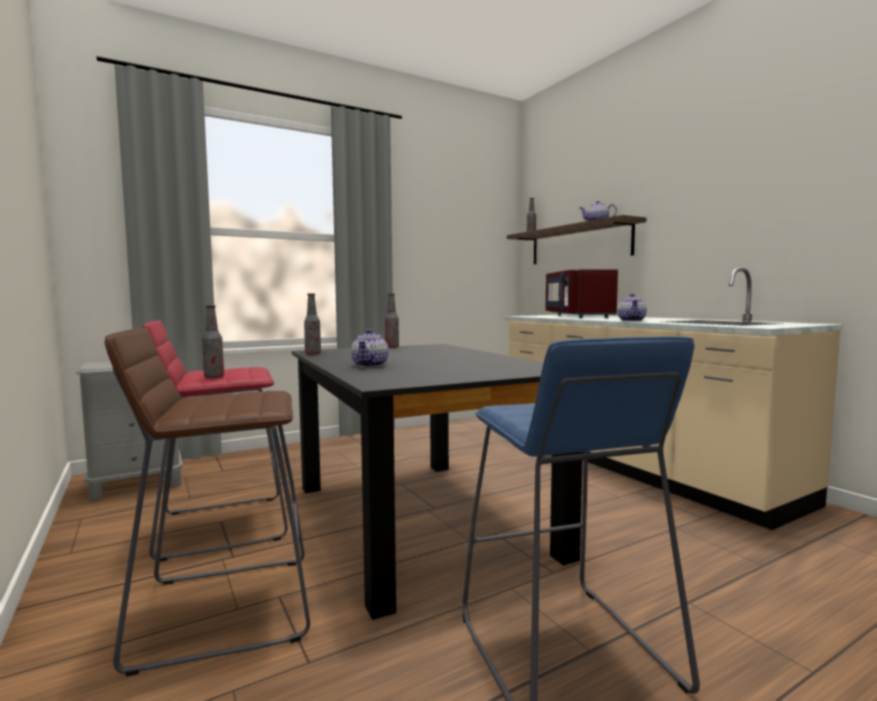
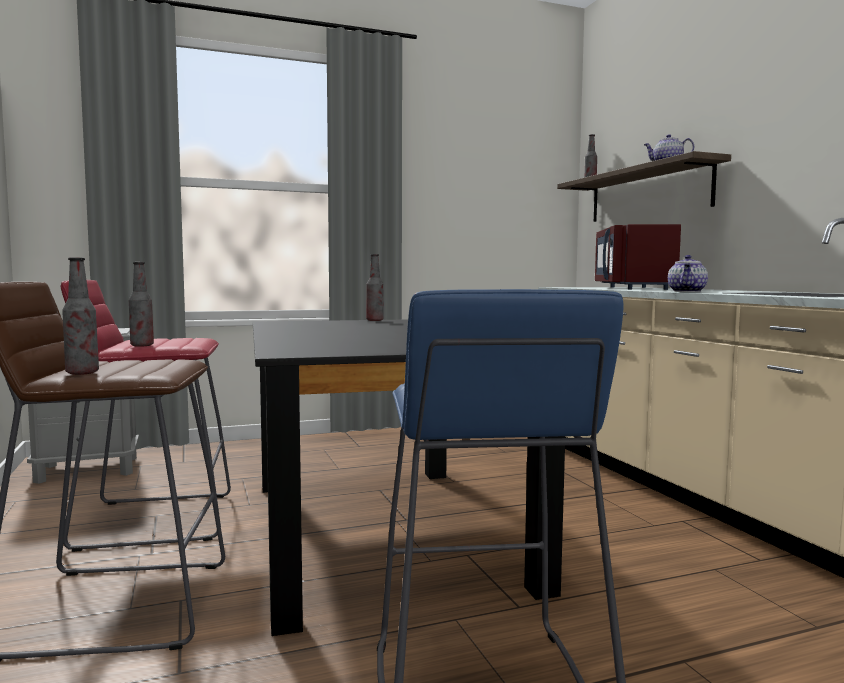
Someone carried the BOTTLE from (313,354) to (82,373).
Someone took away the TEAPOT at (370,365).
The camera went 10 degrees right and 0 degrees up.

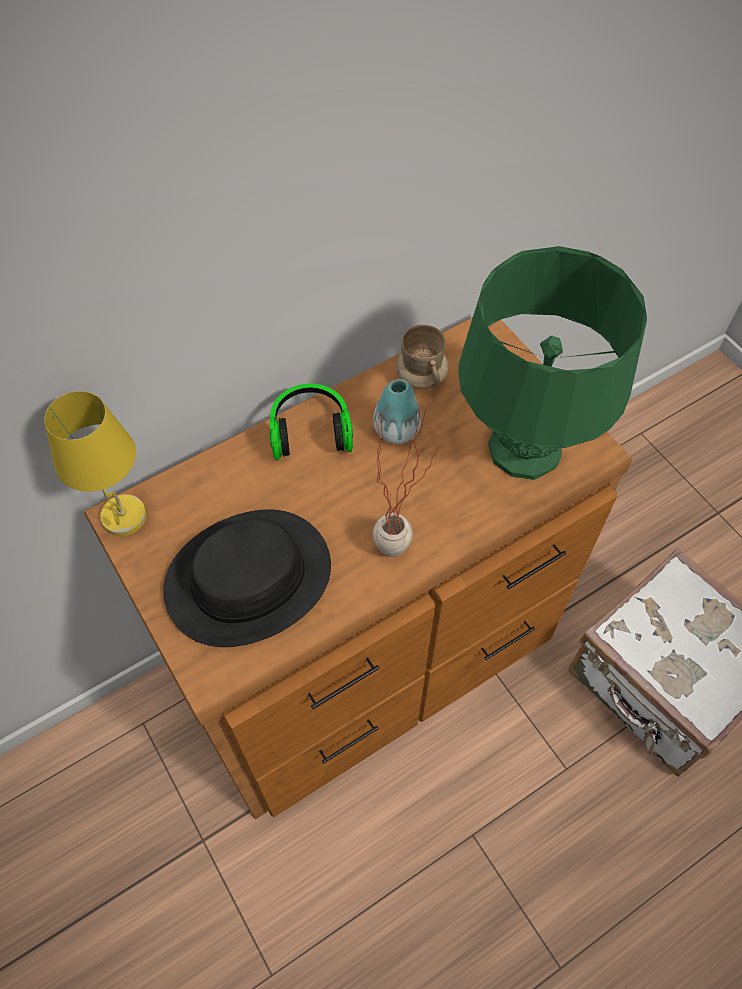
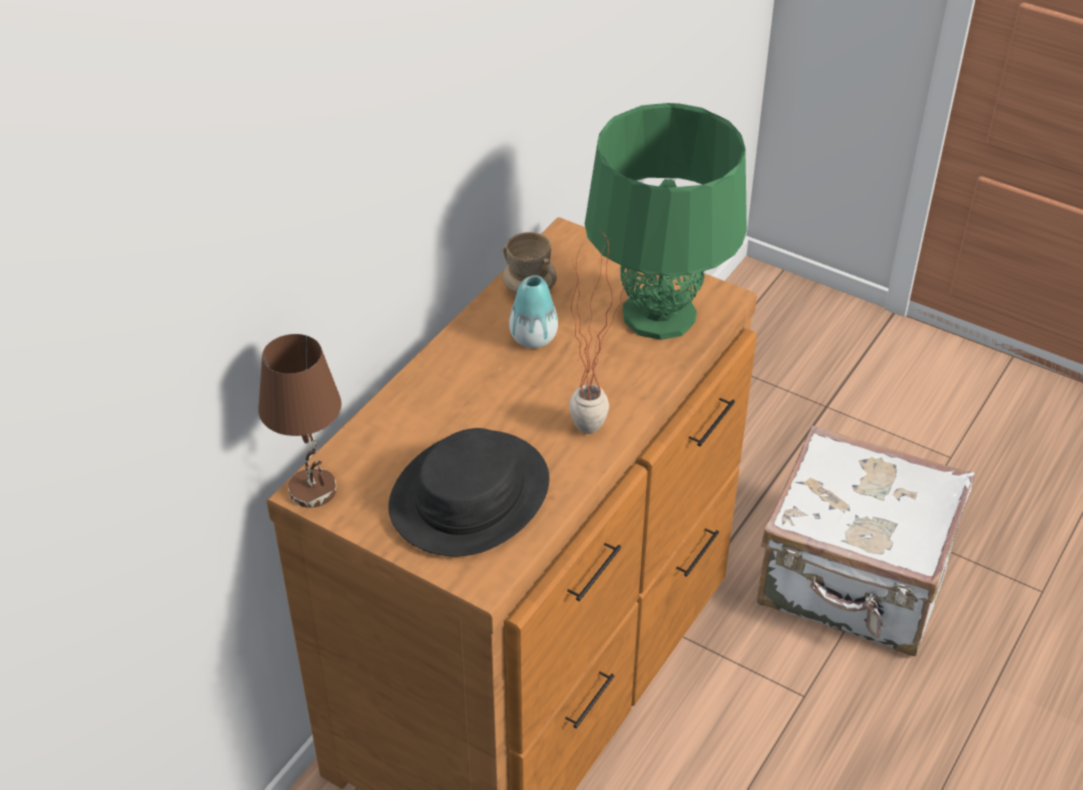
Someone repainted the YELLOW TABLE LAMP at (125,517), which became the BROWN TABLE LAMP at (314,490).
Someone took away the HEADPHONES at (310,430).
The camera went 25 degrees left and 15 degrees down.

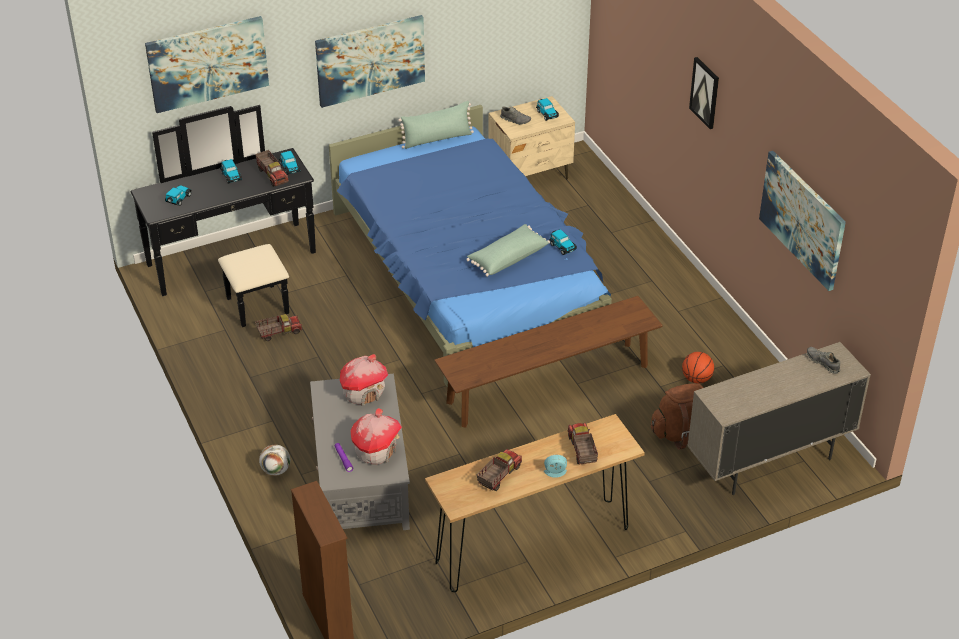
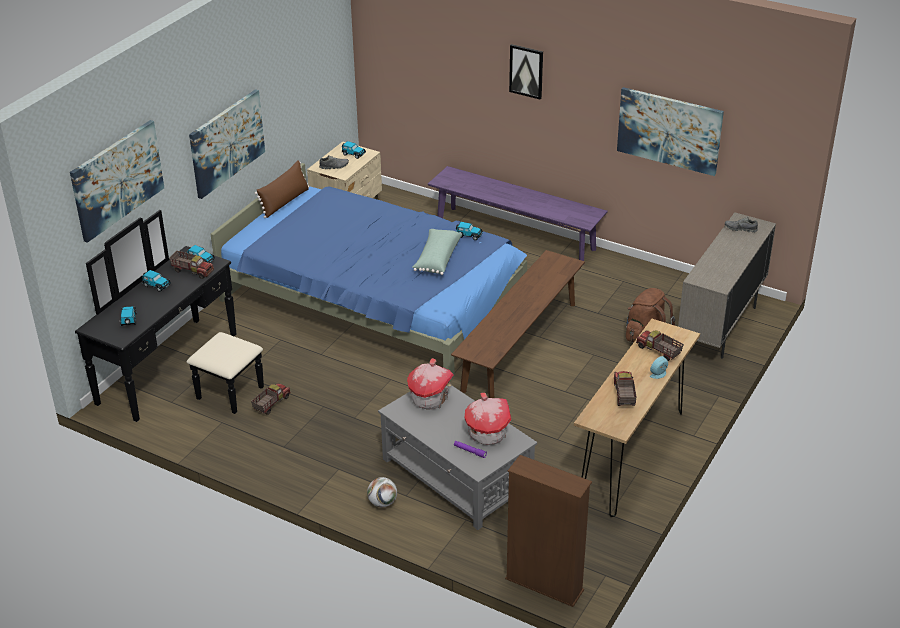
Someone repainted the GREEN PILLOW at (437,139), which became the BROWN PILLOW at (285,202).
Someone took away the BASKETBALL at (697,379).
Someone put down the PURPLE BENCH at (515,235).
The camera went 35 degrees left and 5 degrees down.

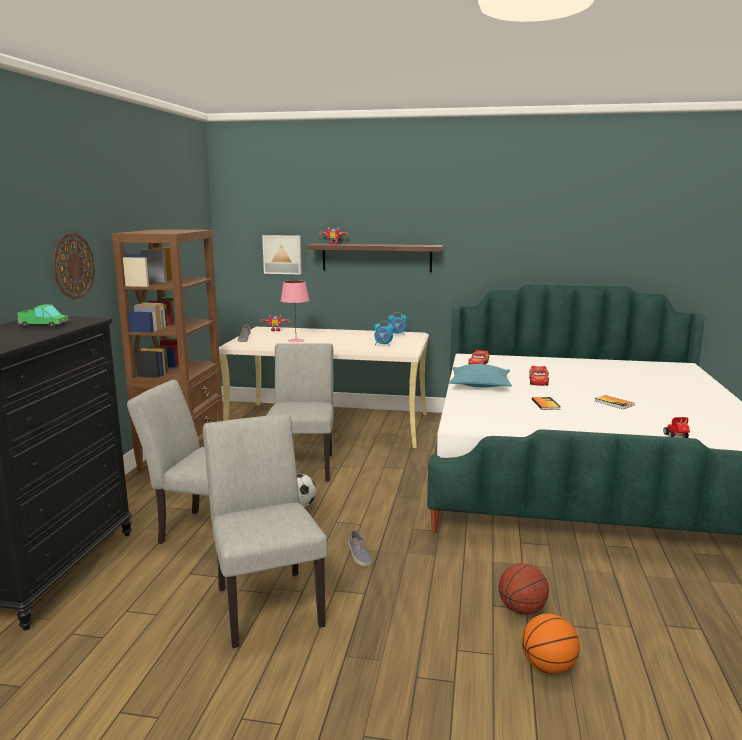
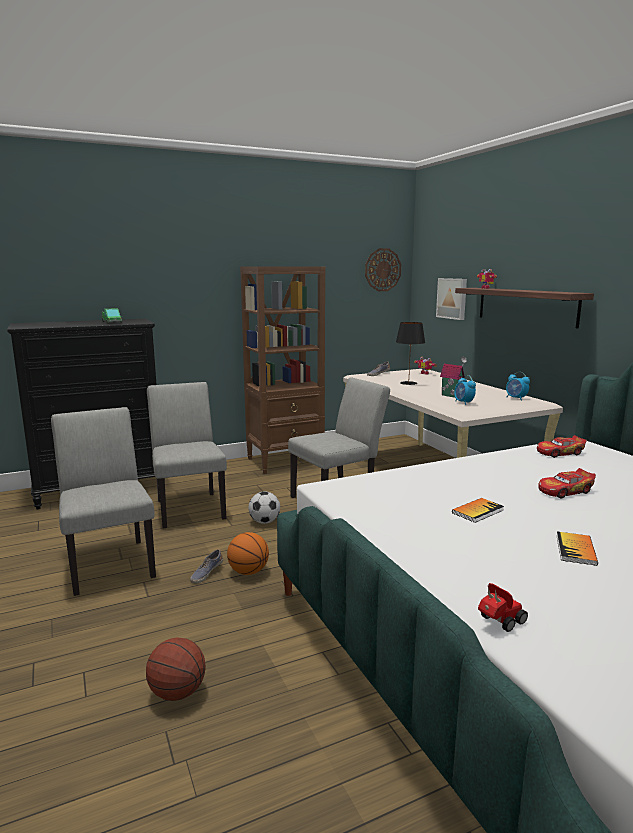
Someone carried the WALL CLOCK from (73,266) to (382,270).
Someone rotated the GREY CHAIR at (266,601) by 60 degrees counterclockwise.
Someone repainted the PINK TABLE LAMP at (296,340), which became the BLACK TABLE LAMP at (408,383).
Someone took away the TURQUOISE PILLOW at (480,385).
Someone carried the BASKETBALL from (548,667) to (248,571).
Someone put down the TOY HOUSE at (452,395).
The camera went 55 degrees right and 0 degrees up.

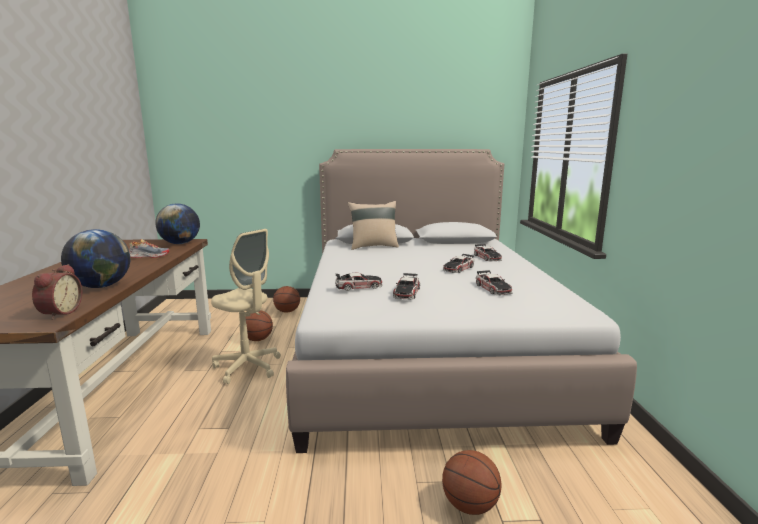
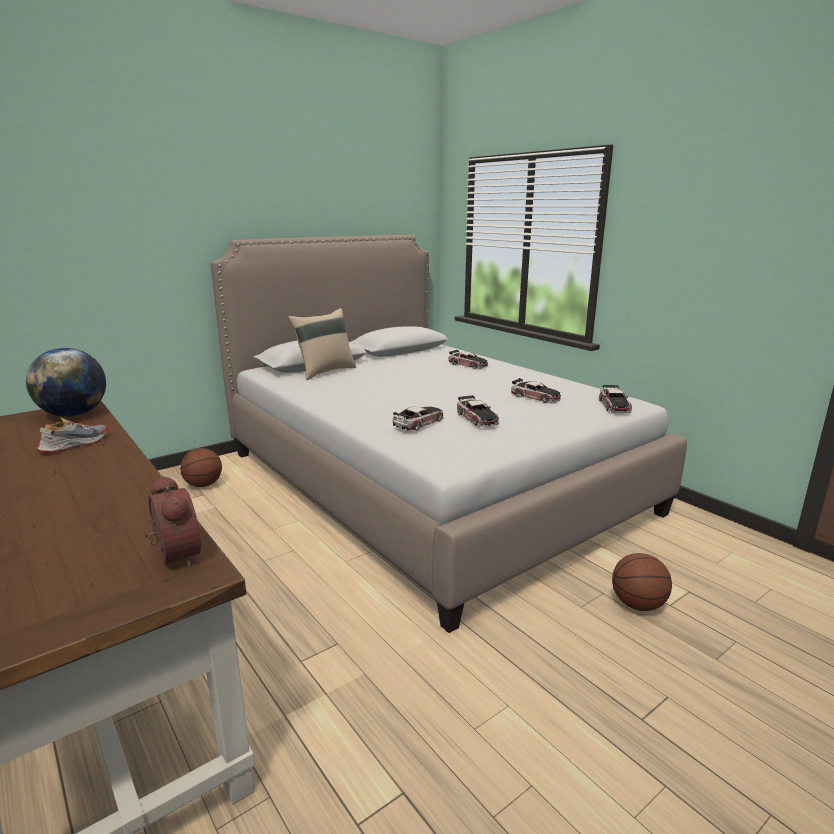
Someone took away the GLOBE at (101,286).
Someone took away the BEIGE OFFICE CHAIR at (247,367).
Someone took away the BASKETBALL at (257,339).
Someone carried the TOY CAR from (458,268) to (614,405).
The camera went 35 degrees left and 5 degrees up.

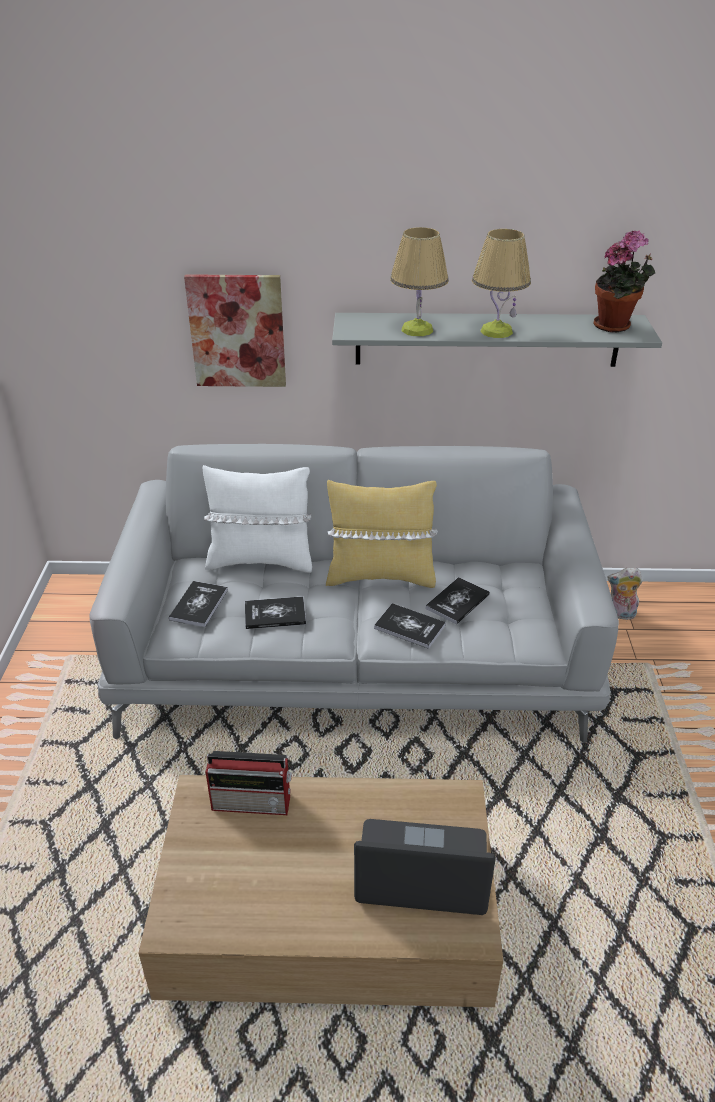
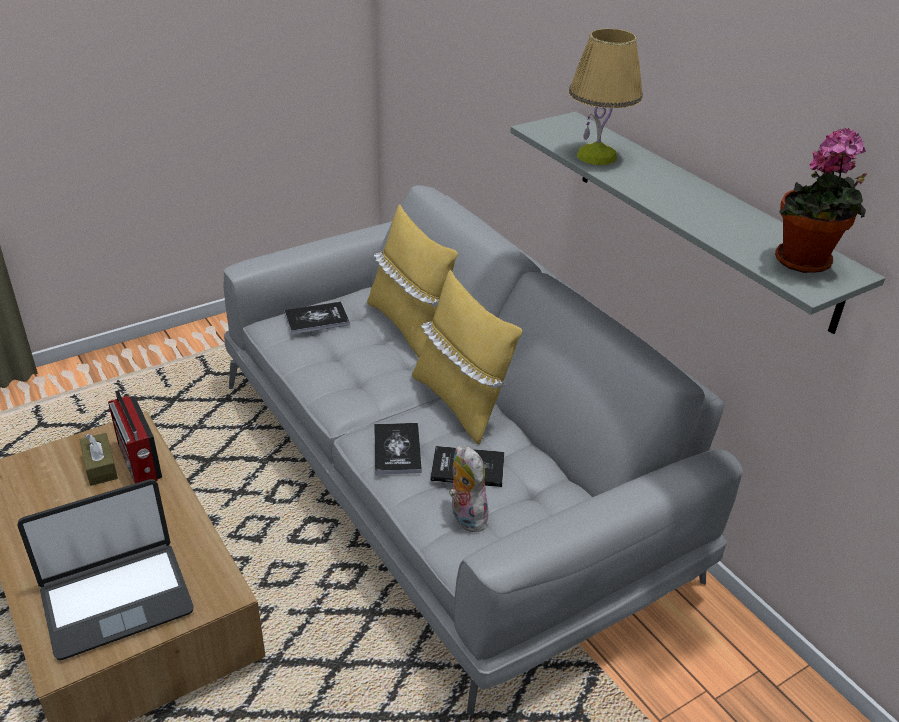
Someone took away the PICTURE at (237,331).
Someone repainted the WHITE PILLOW at (260,561), which became the YELLOW PILLOW at (409,325).
Someone took away the BOOK at (275,614).
Someone rotated the LAPTOP at (422,871) by 90 degrees clockwise.
Someone took away the TABLE LAMP at (496,331).
Someone carried the PLUSH TOY from (619,615) to (465,516).
Someone put down the BROWN TISSUE BOX at (100,466).
The camera went 55 degrees right and 0 degrees up.

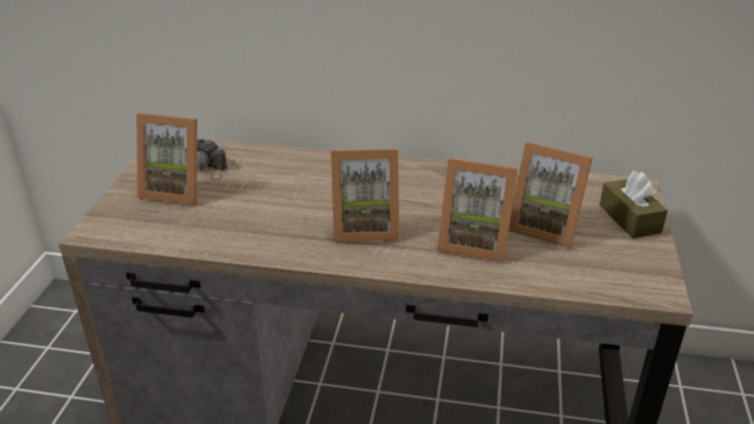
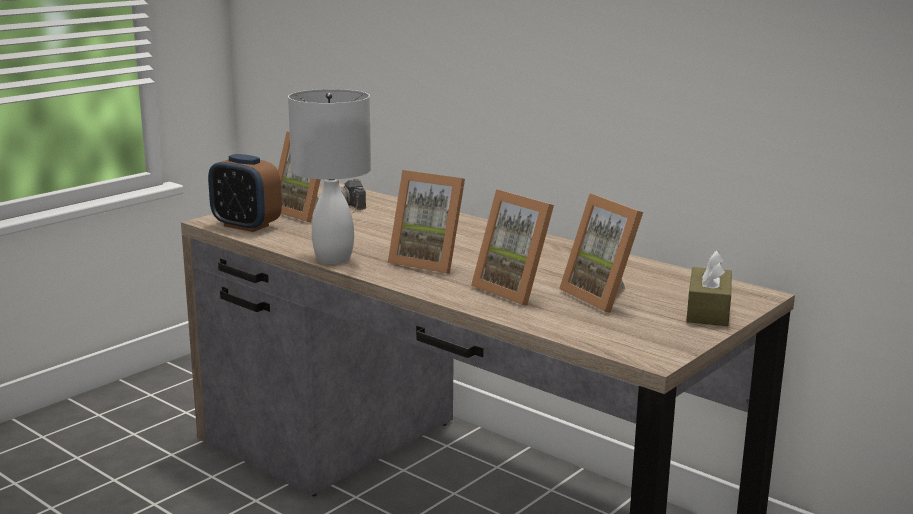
Someone put down the ALARM CLOCK at (246,226).
Someone put down the WHITE TABLE LAMP at (332,259).
The camera went 30 degrees right and 15 degrees down.

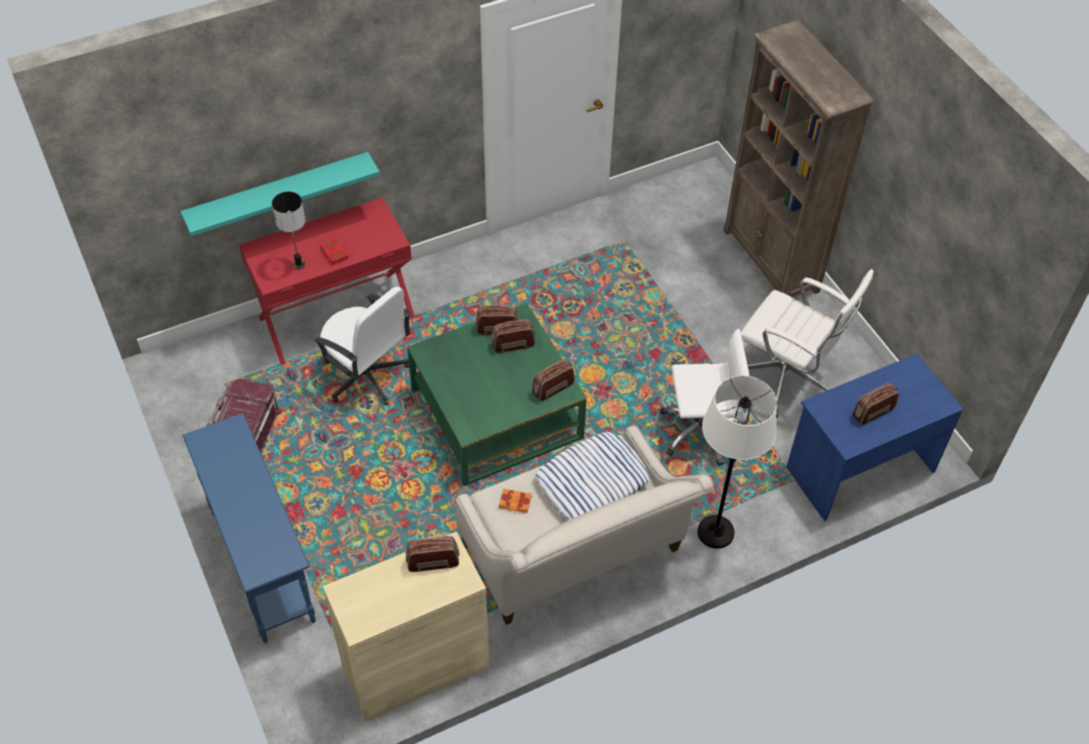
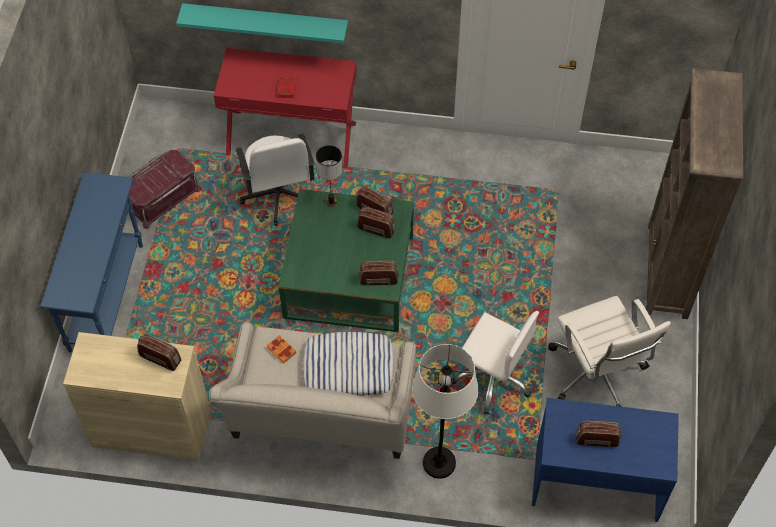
Someone carried the TABLE LAMP from (299,265) to (331,202).
The camera went 35 degrees right and 5 degrees up.

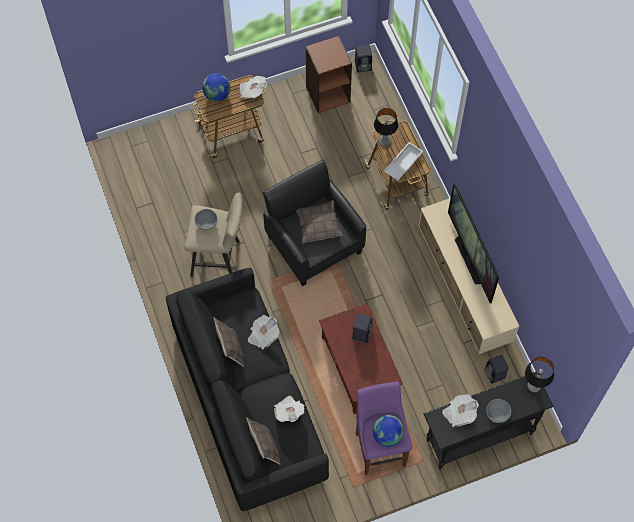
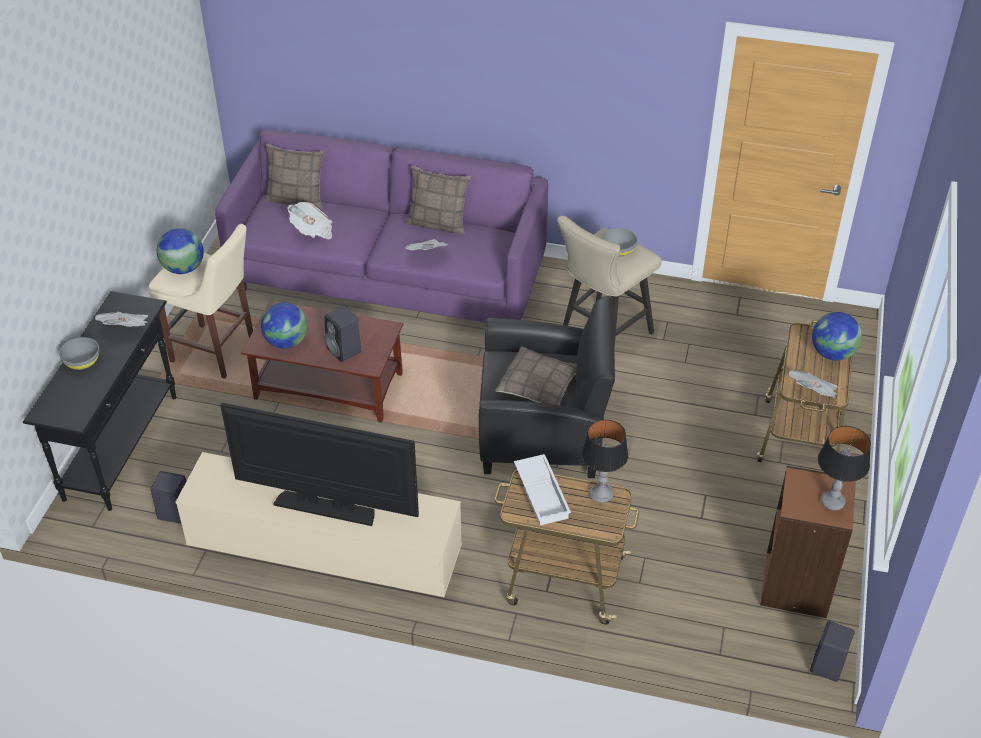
Someone repainted the BLACK SOFA at (248,401), which became the PURPLE SOFA at (389,276).
Someone repainted the PURPLE STOOL at (380,446), which became the BEIGE STOOL at (216,353).
Someone carried the TABLE LAMP from (534,386) to (832,502).
Someone put down the GLOBE at (286,342).
The camera went 125 degrees right and 20 degrees down.

